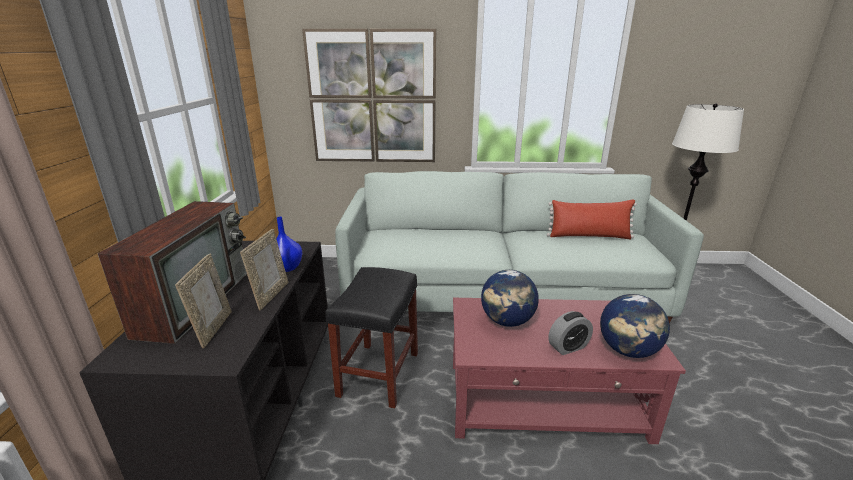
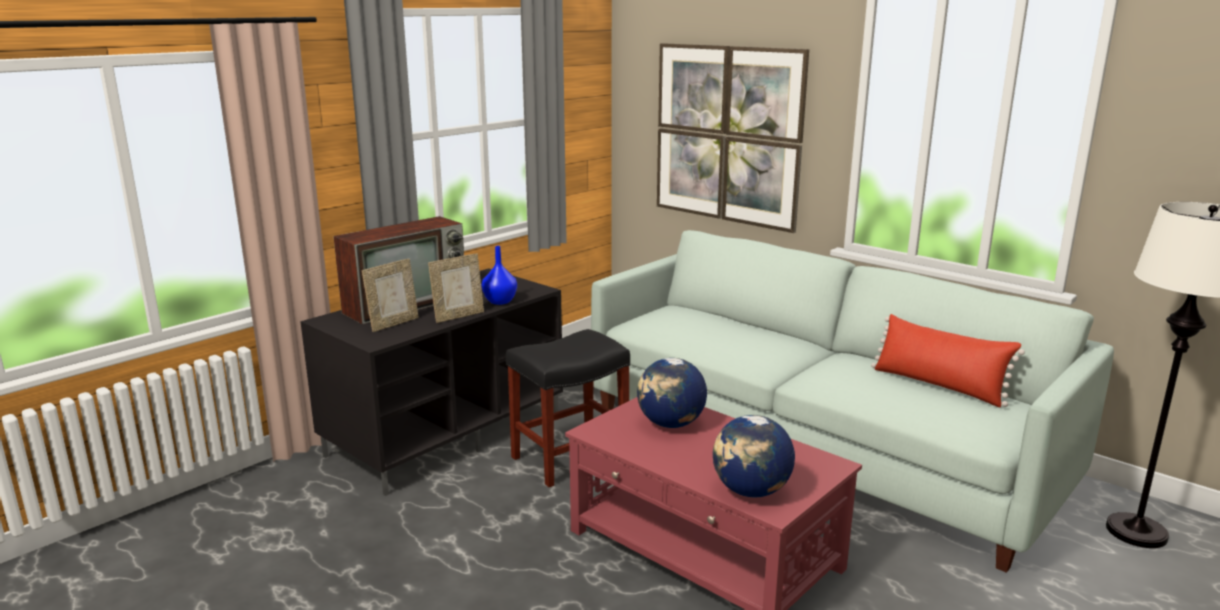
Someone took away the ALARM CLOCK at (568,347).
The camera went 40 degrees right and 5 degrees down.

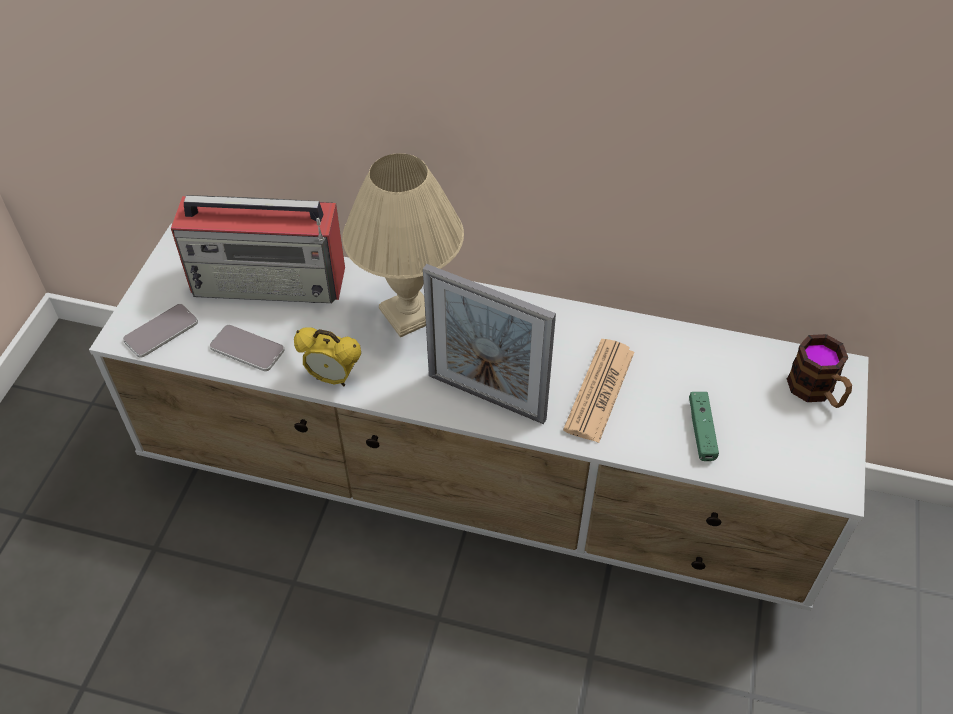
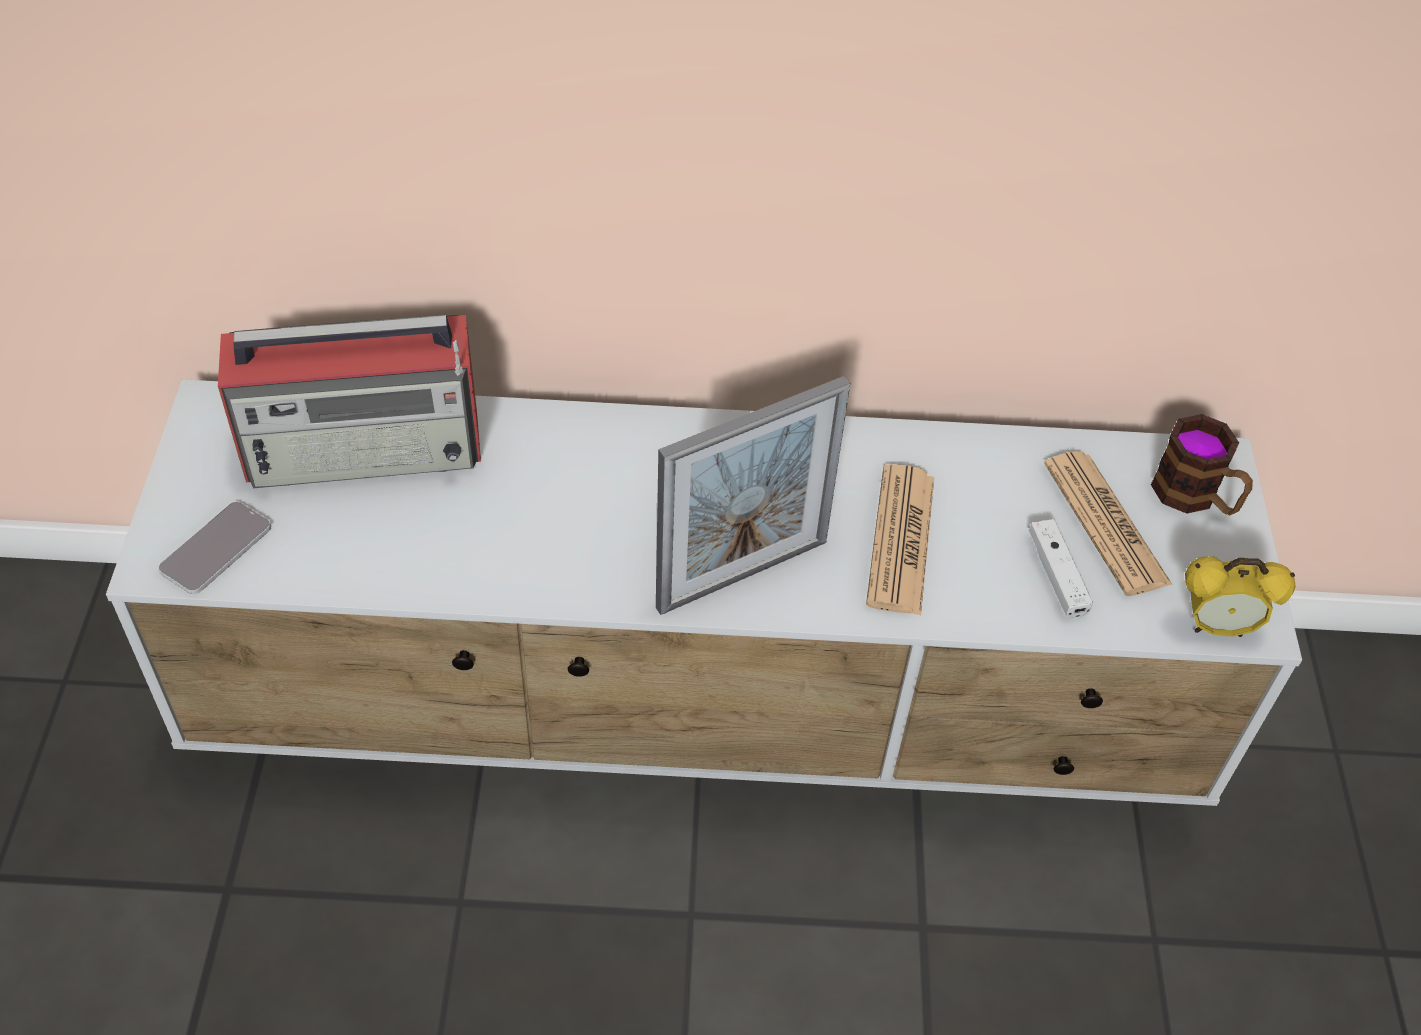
Someone took away the PHONE at (247,348).
Someone carried the ALARM CLOCK from (333,378) to (1216,627).
Someone took away the BEIGE TABLE LAMP at (408,315).
Someone rotated the PICTURE FRAME at (486,397) by 45 degrees counterclockwise.
Someone repainted the GREEN GAME CONTROLLER at (701,430), which became the WHITE GAME CONTROLLER at (1057,575).
Someone put down the NEWSPAPER at (1105,523).
The camera went 15 degrees left and 0 degrees up.

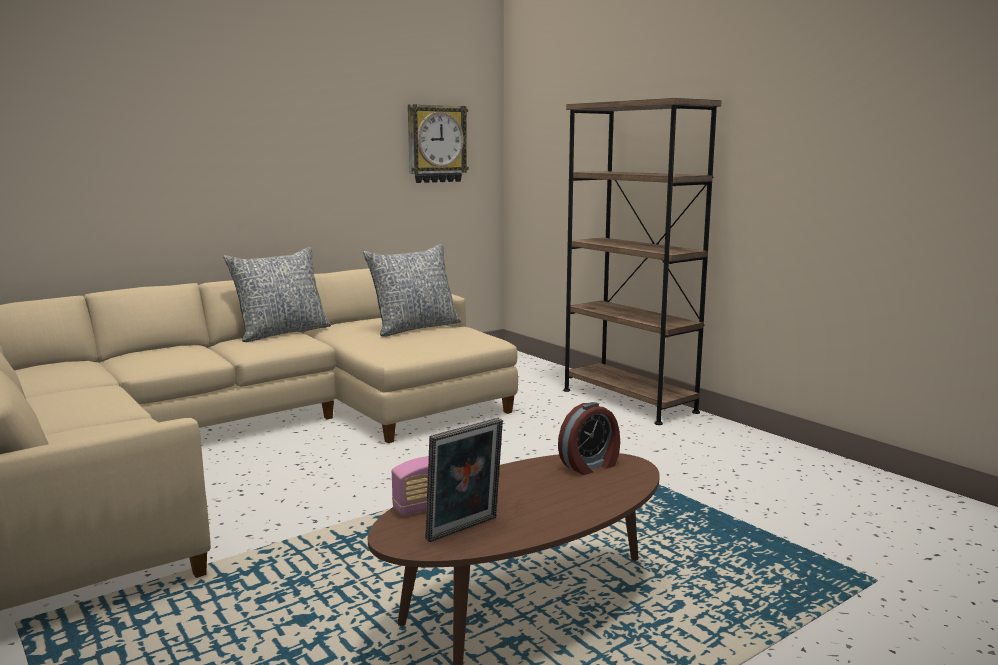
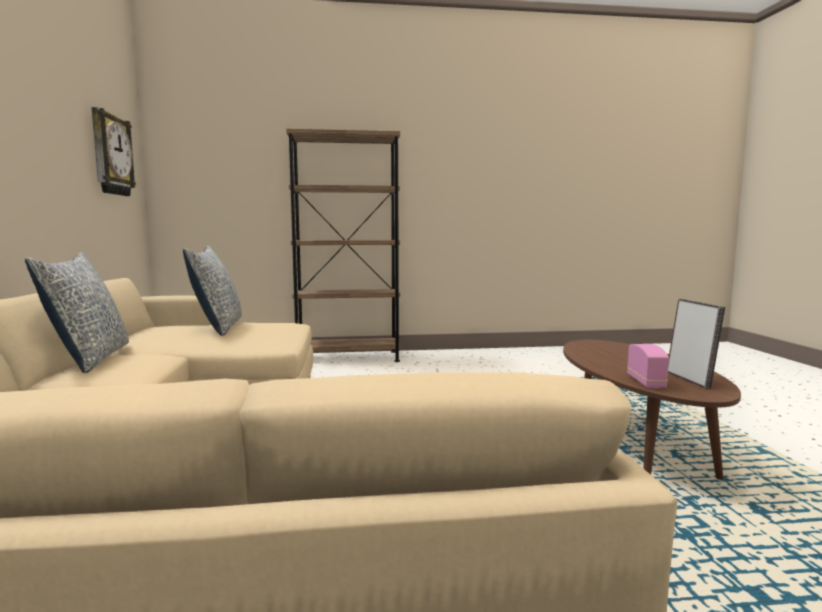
Someone took away the ALARM CLOCK at (590,465).
The camera went 60 degrees left and 5 degrees down.

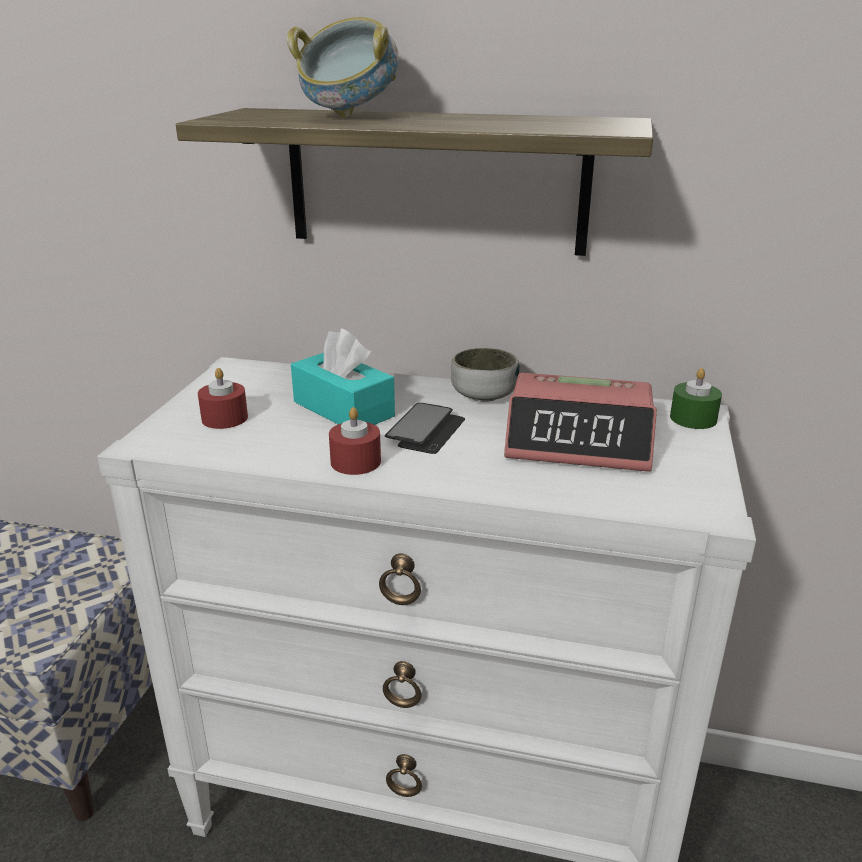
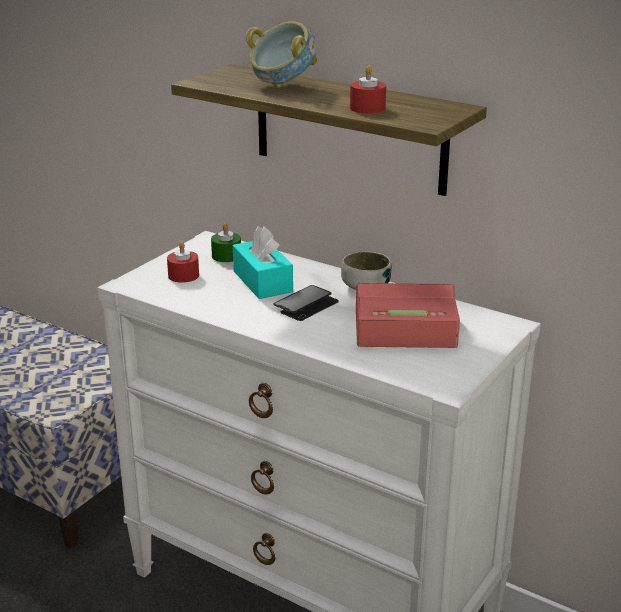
Someone carried the RED CANDLE from (355,462) to (367,108).
Someone rotated the ALARM CLOCK at (579,440) by 150 degrees clockwise.
Someone carried the GREEN CANDLE from (693,418) to (226,256).
The camera went 20 degrees right and 0 degrees up.

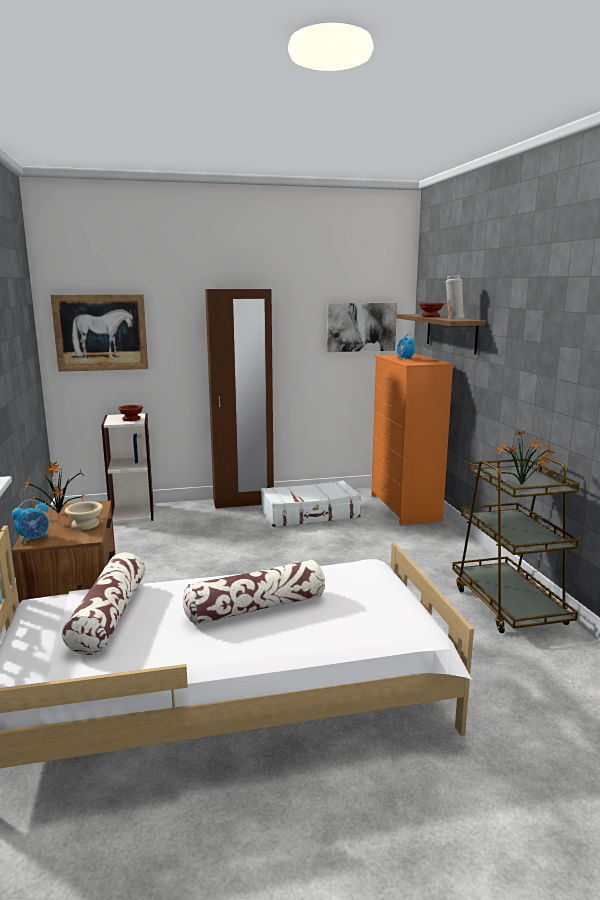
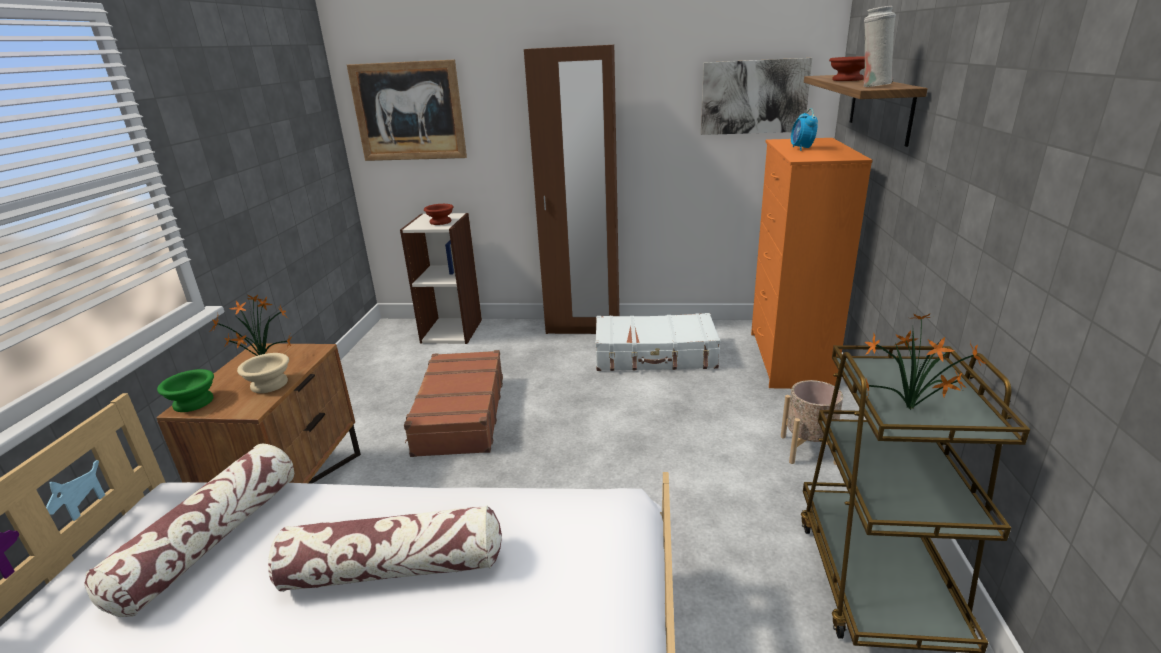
Someone swapped the ALARM CLOCK at (34,539) for the GREEN BOWL at (195,402).
Someone put down the BROWN SUITCASE at (459,414).
Someone put down the BEIGE PLANTER at (808,449).
The camera went 20 degrees right and 10 degrees up.

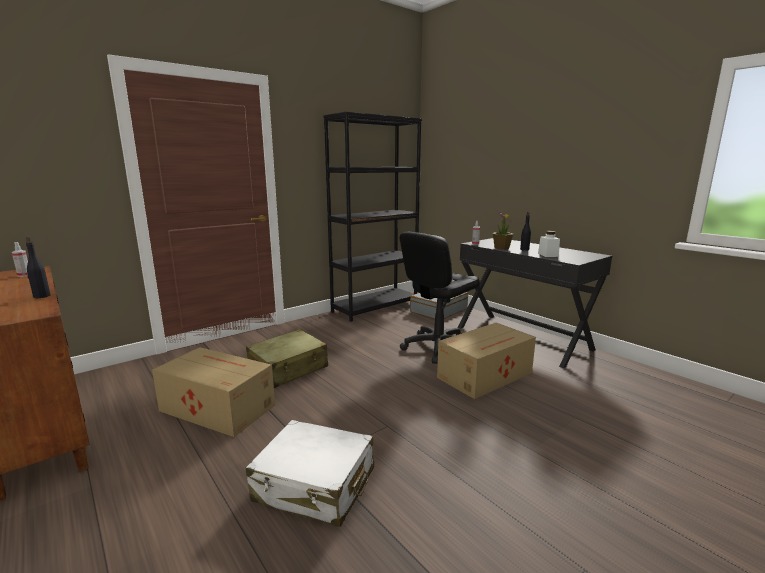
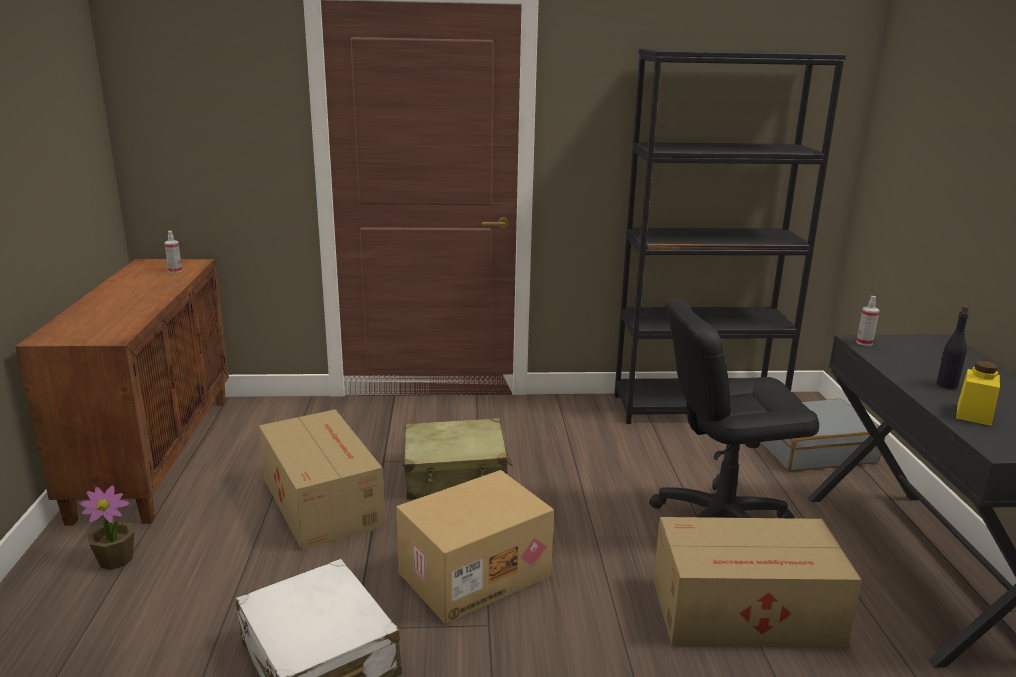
Someone took away the BLACK BOTTLE at (41,296).
Someone carried the POTTED PLANT from (501,248) to (116,559).
Someone repainted the WHITE JAR at (548,255), which became the YELLOW JAR at (974,414).
Someone put down the CARDBOARD BOX at (474,573).
The camera went 35 degrees right and 5 degrees up.

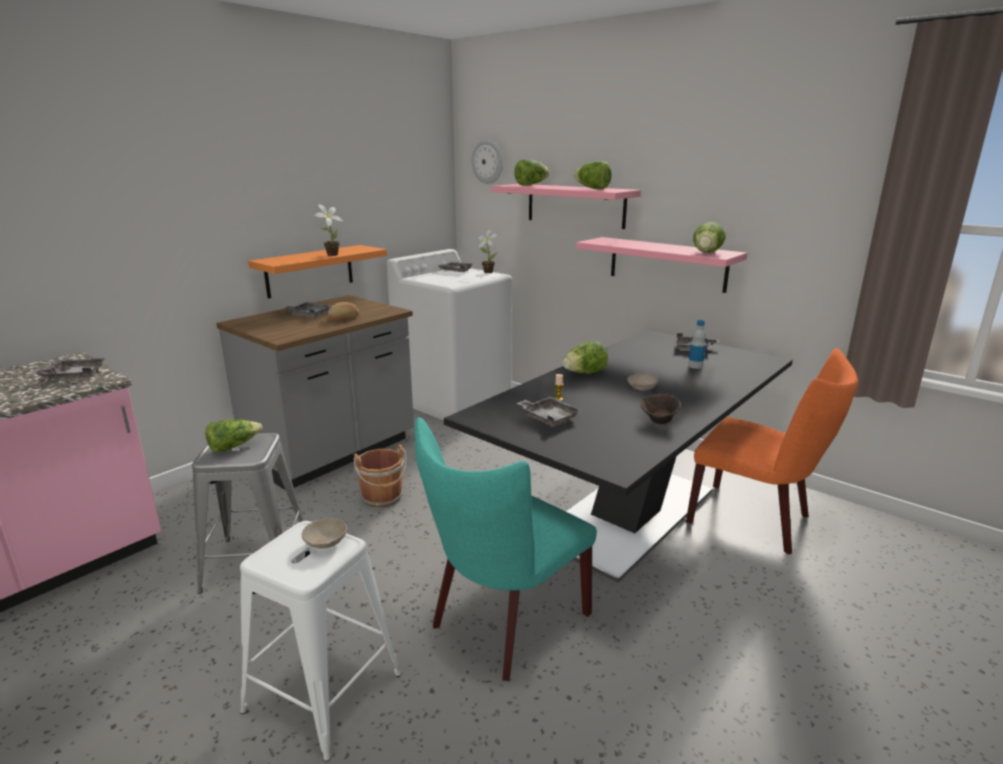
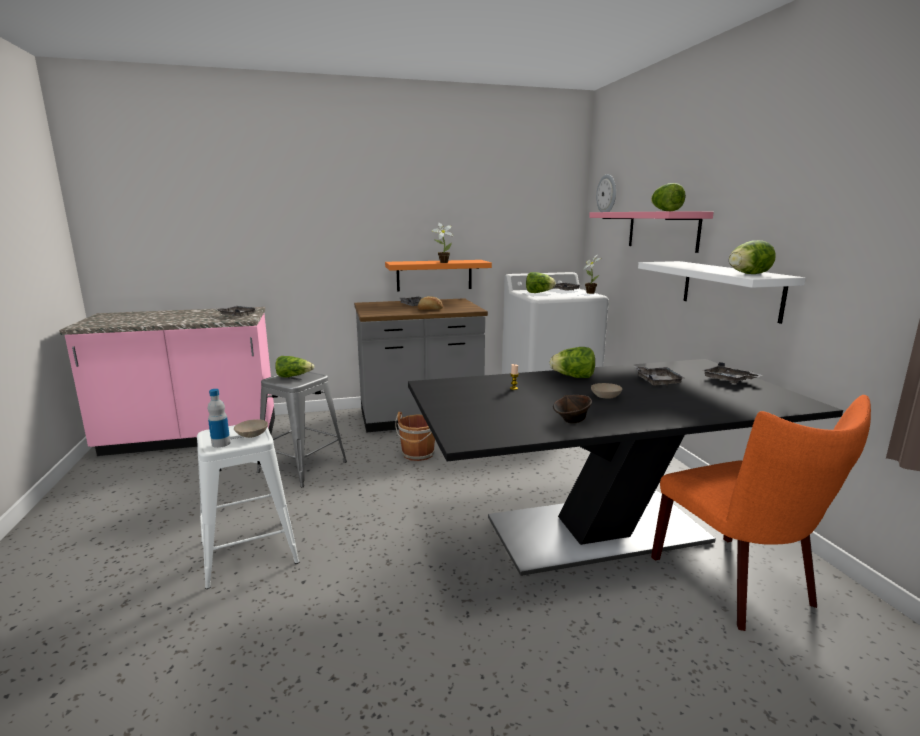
Someone took away the TURQUOISE CHAIR at (503,624).
Someone carried the LETTUCE from (531,185) to (538,293).
Someone carried the GREY TRAY from (548,418) to (657,381).
Someone repainted the PINK SHELF at (667,264), which became the WHITE SHELF at (730,289).
Someone carried the BOTTLE from (695,366) to (221,444).
The camera went 35 degrees right and 5 degrees down.

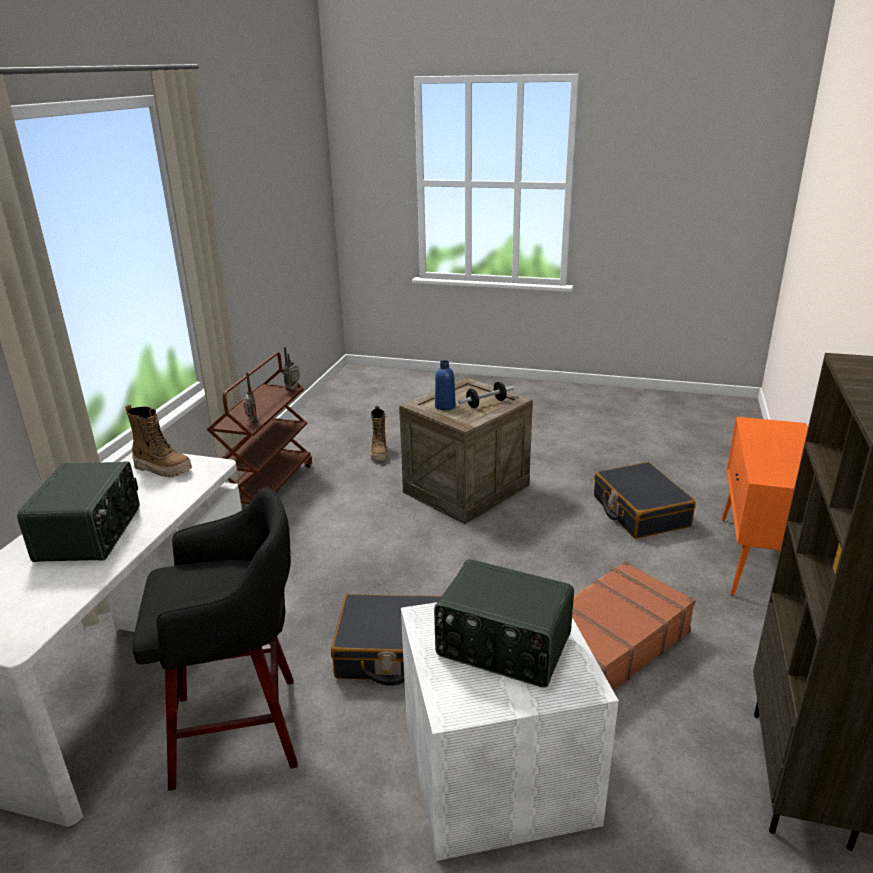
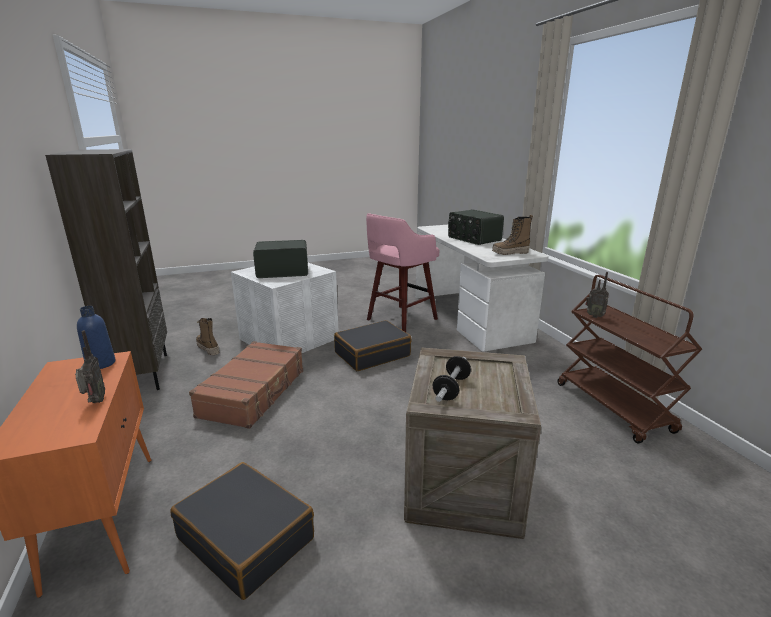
Someone repainted the BLACK STOOL at (241,730), which became the PINK STOOL at (400,320).
Someone carried the RADIO from (294,390) to (95,402).
Someone carried the BOOT from (379,453) to (208,348).
Someone carried the BLUE BOTTLE from (445,406) to (101,364).
The camera went 145 degrees right and 5 degrees down.

